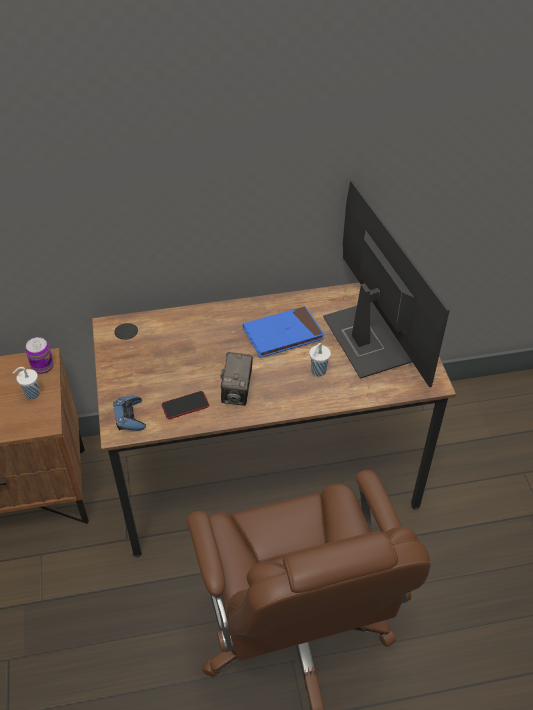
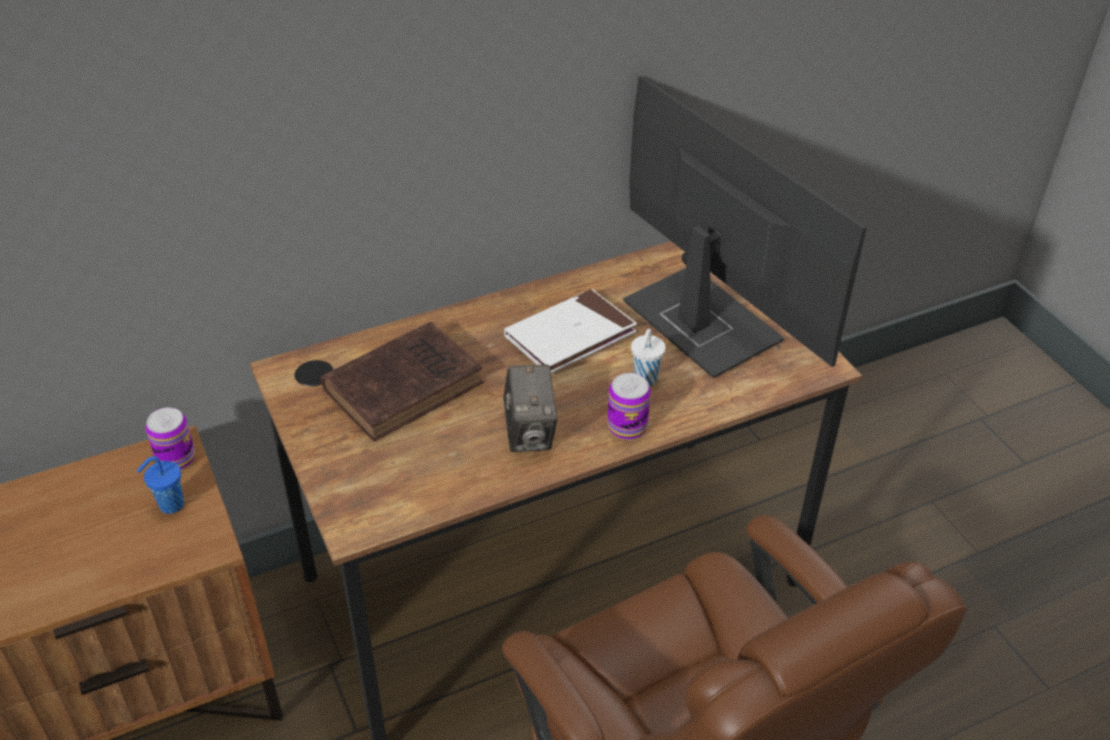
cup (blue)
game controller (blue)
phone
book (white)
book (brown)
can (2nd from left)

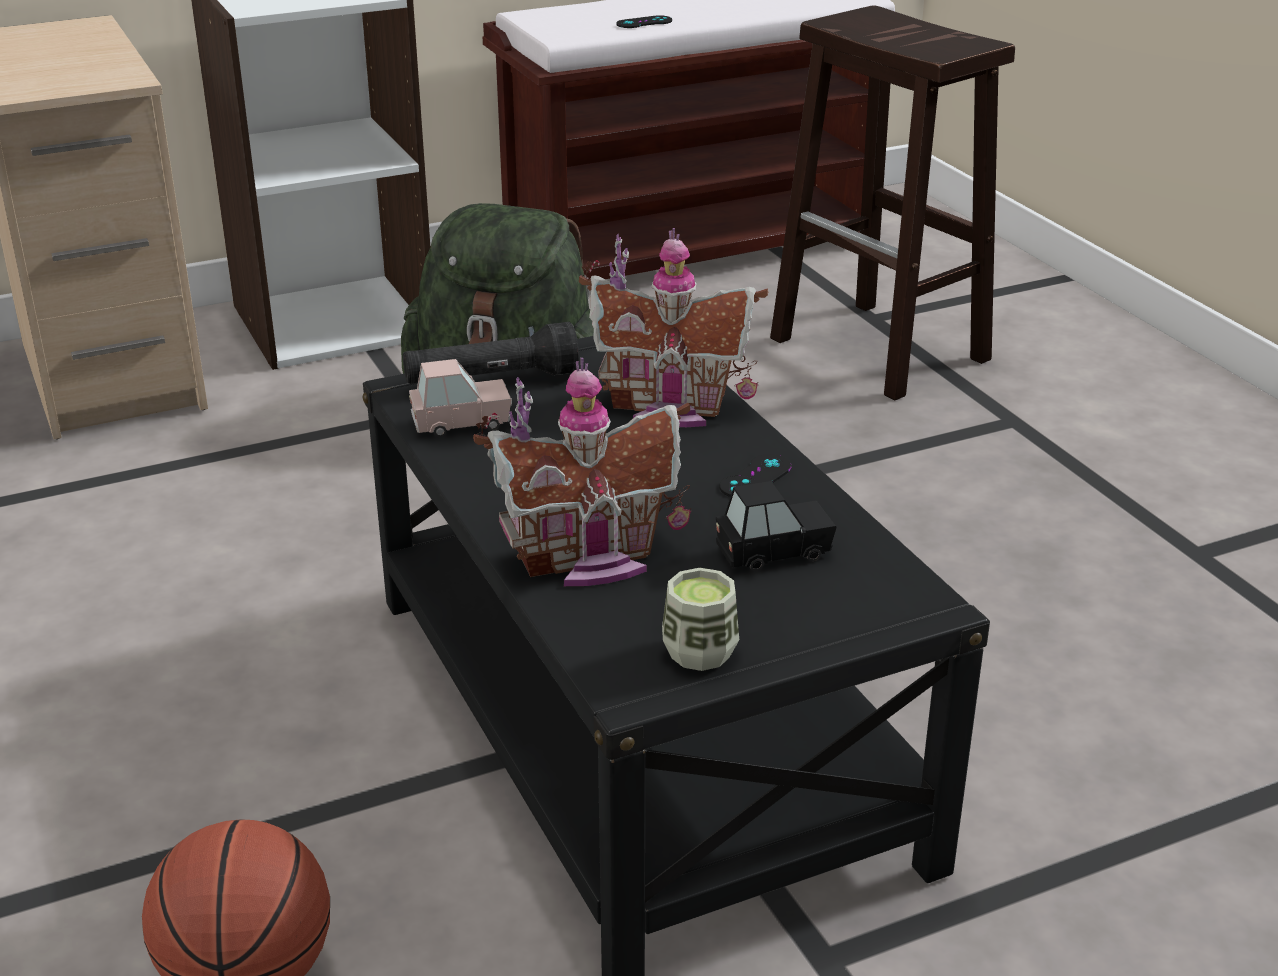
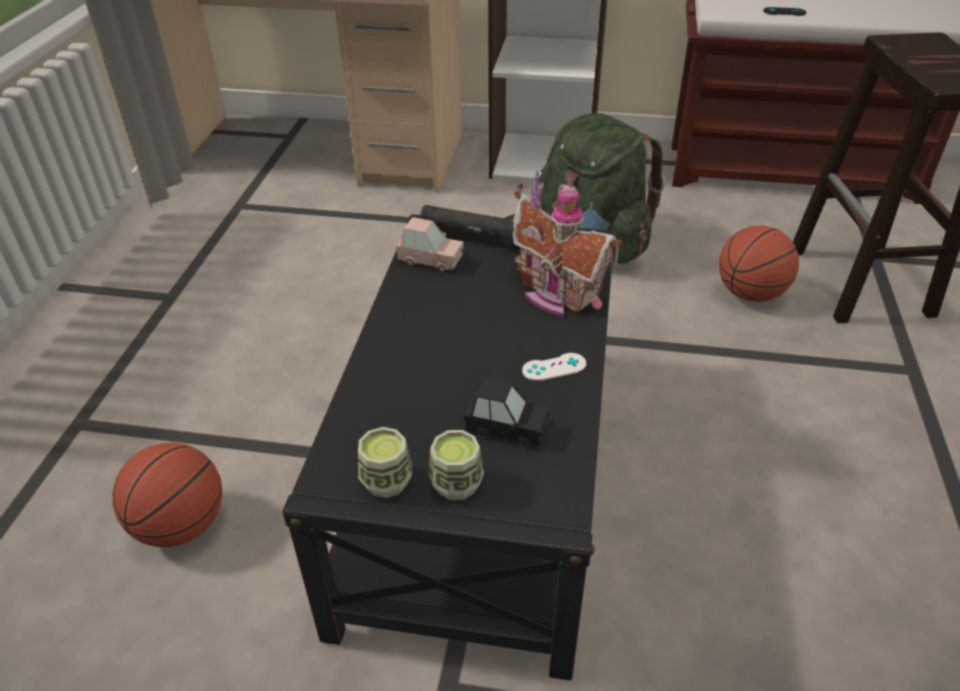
toy house (1st from left in the first image)
game controller (white)
cup (2nd from left)
basketball (2nd from left)

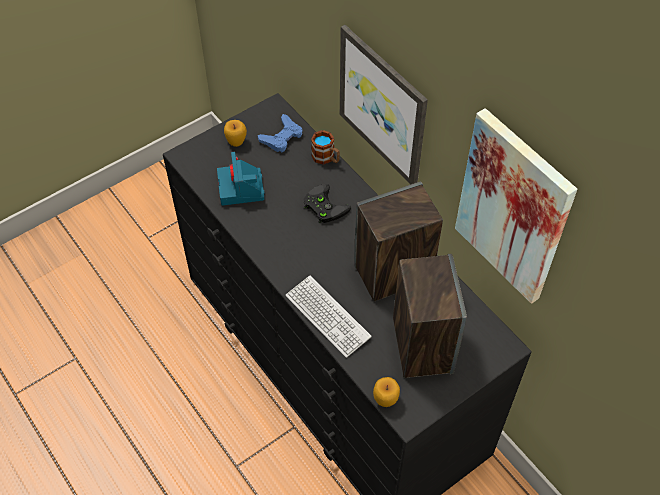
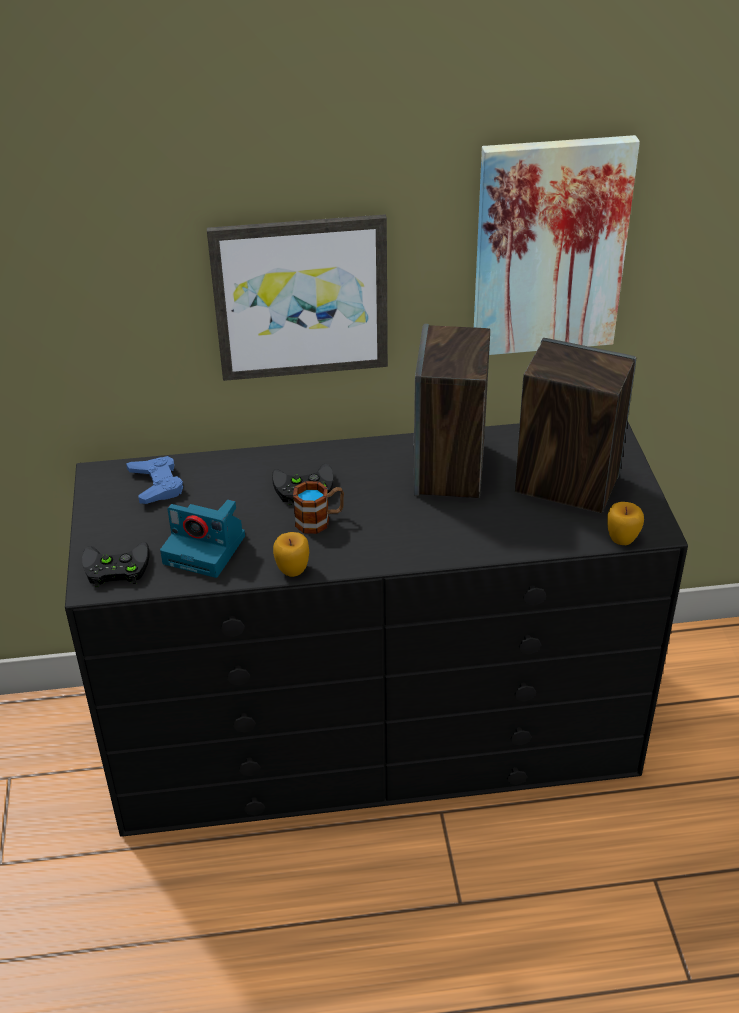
apple (1st from left)
keyboard
mug
game controller (black) (1st from left)

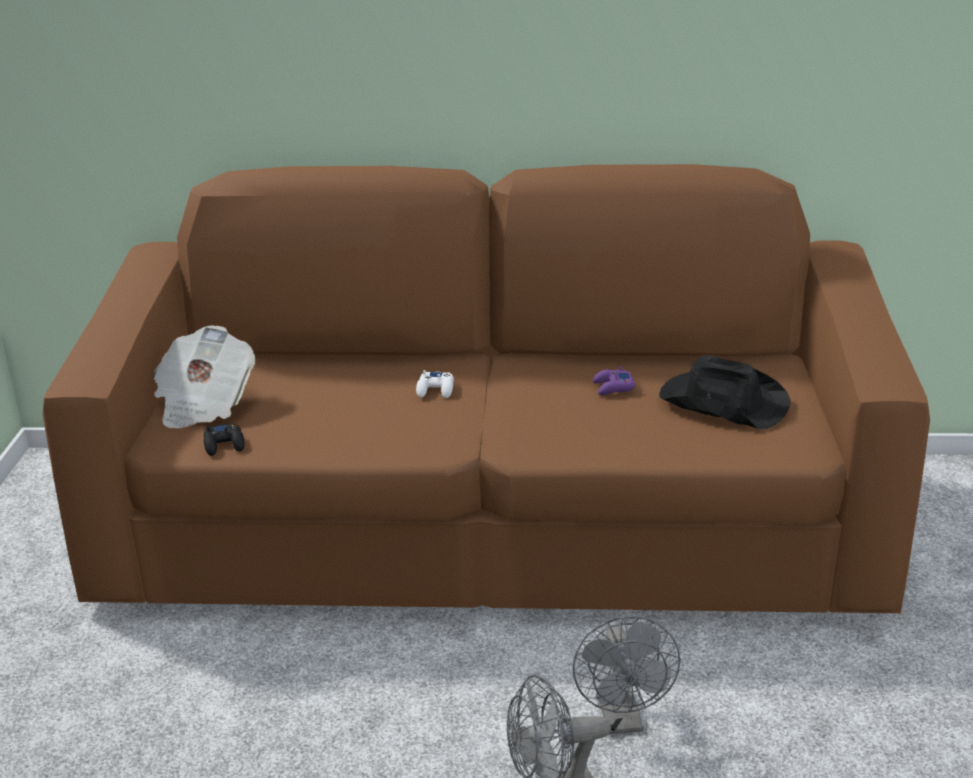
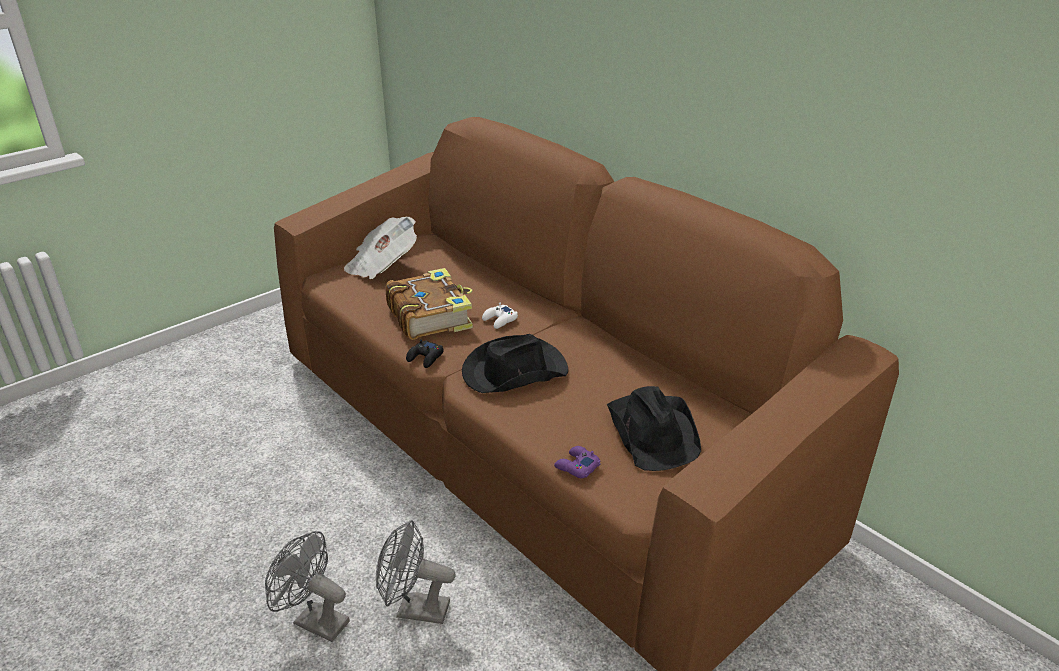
game controller (black)
fan (grey) (2nd from left)
game controller (purple)
book
hat (black) (1st from left)

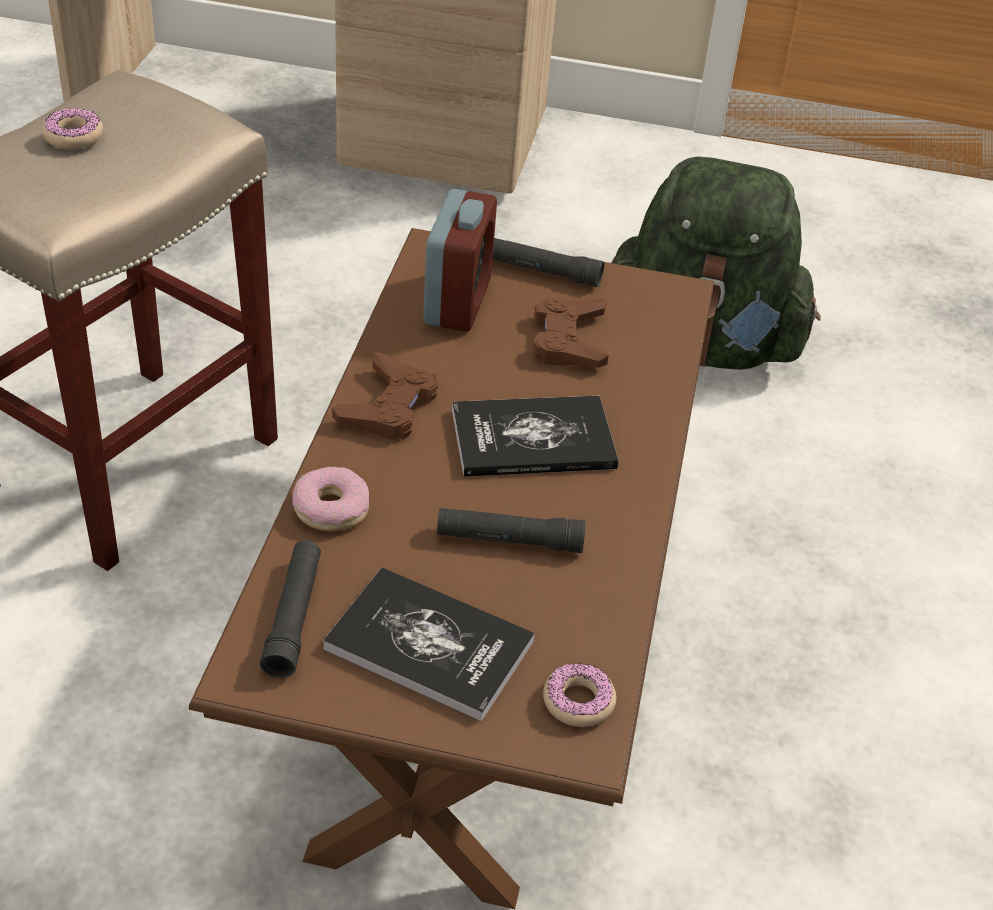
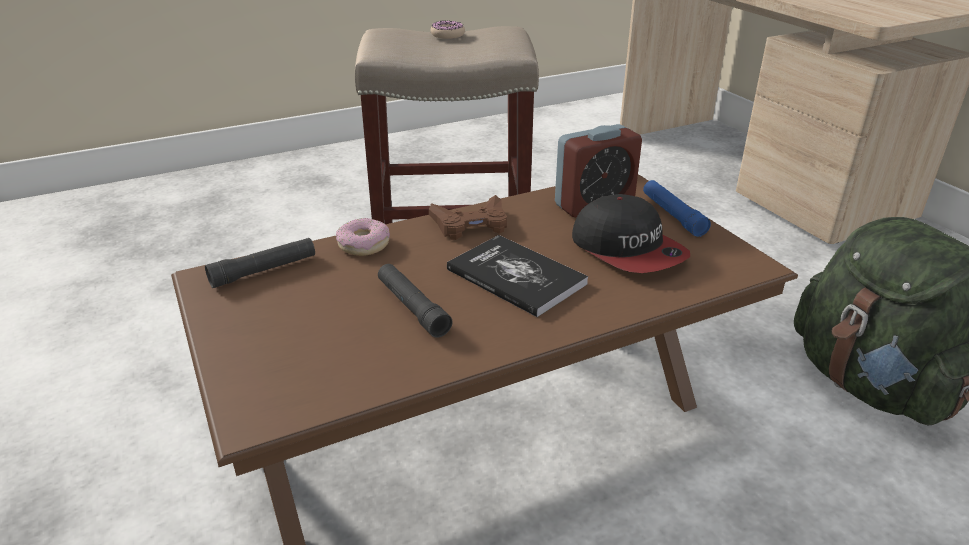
book (1st from left in the first image)
flashlight (blue)
cap
donut (3rd from left in the first image)

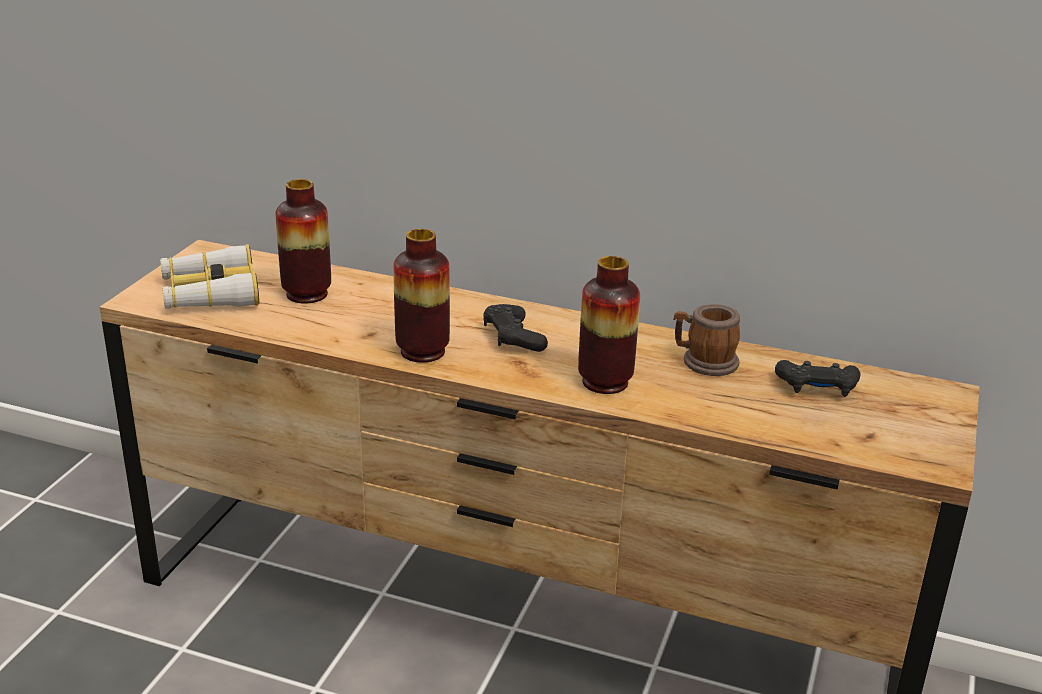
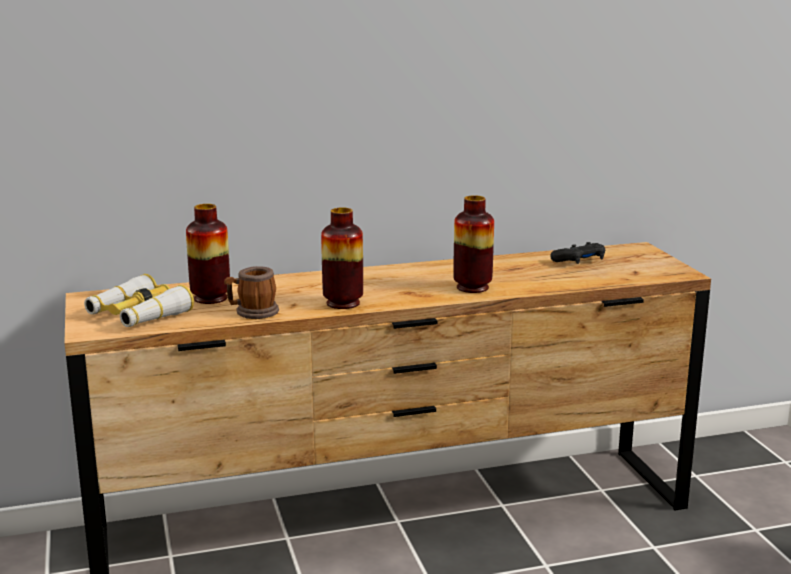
game controller (black) (1st from left in the first image)
mug

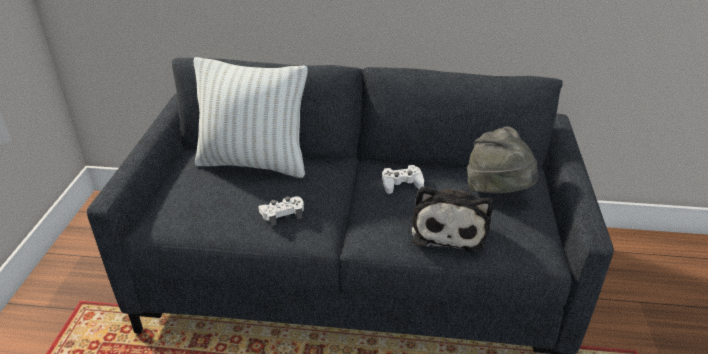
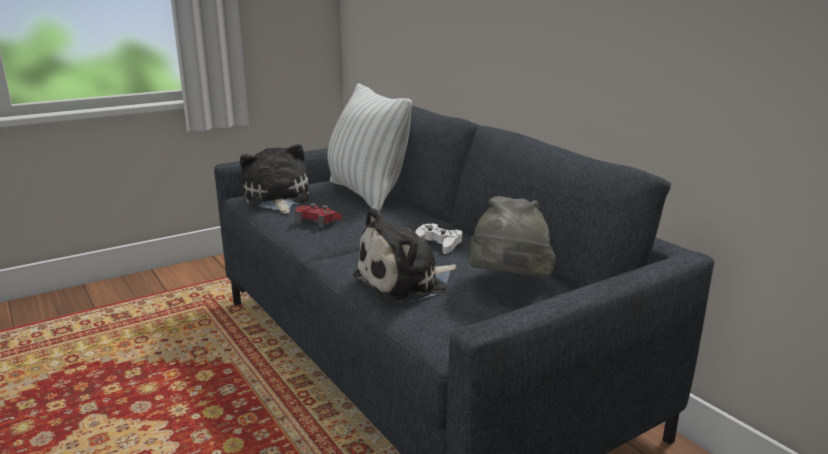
game controller (red)
plush toy (1st from left)

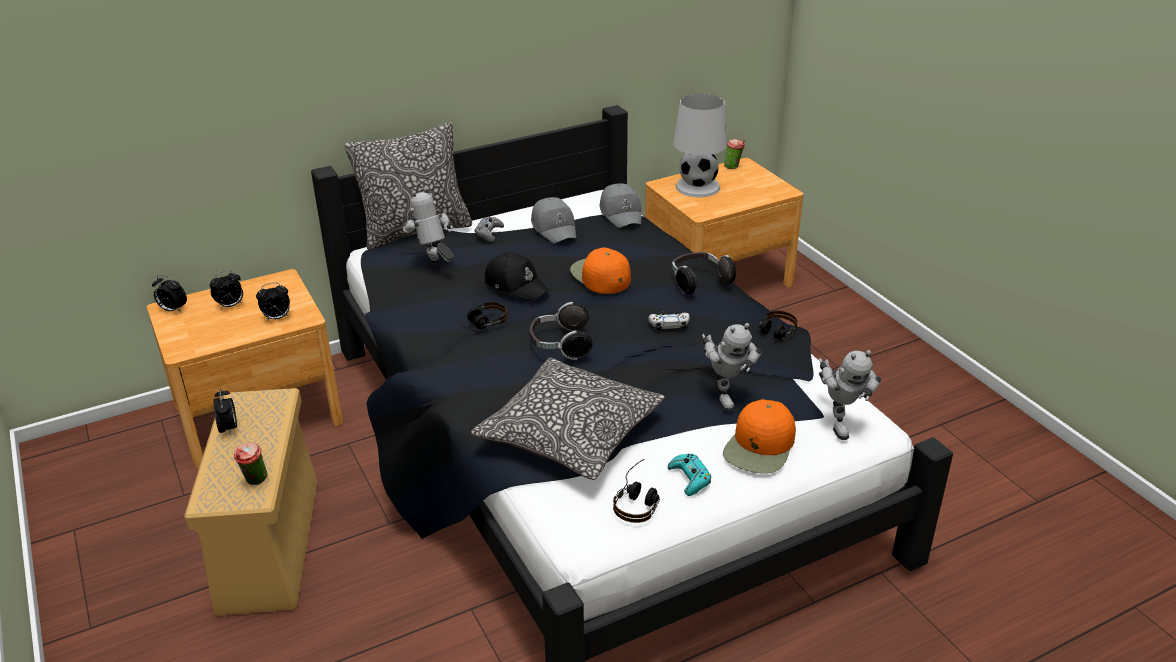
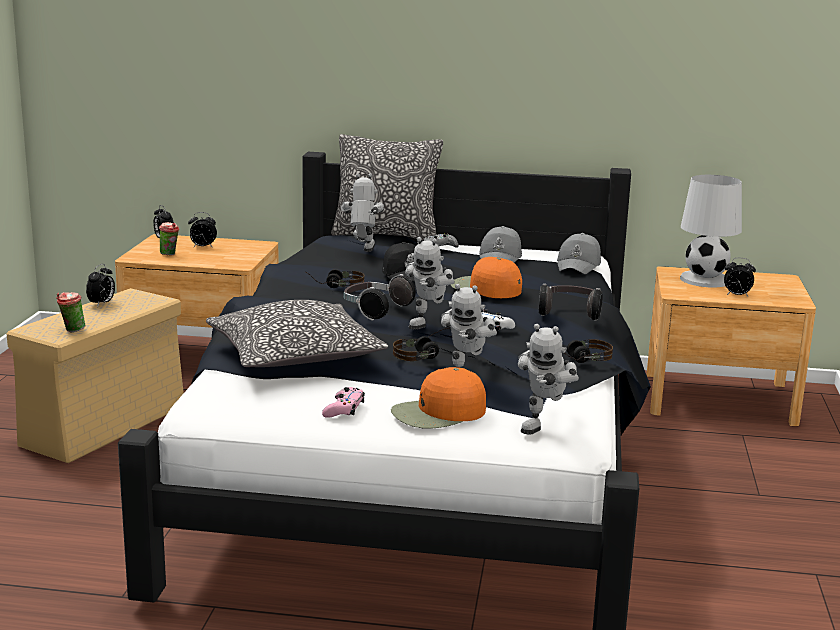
alarm clock (4th from left)
cap (orange) (2nd from left)
headphones (3rd from left)
game controller (pink)
cup (2nd from left)
toy robot (2nd from left)

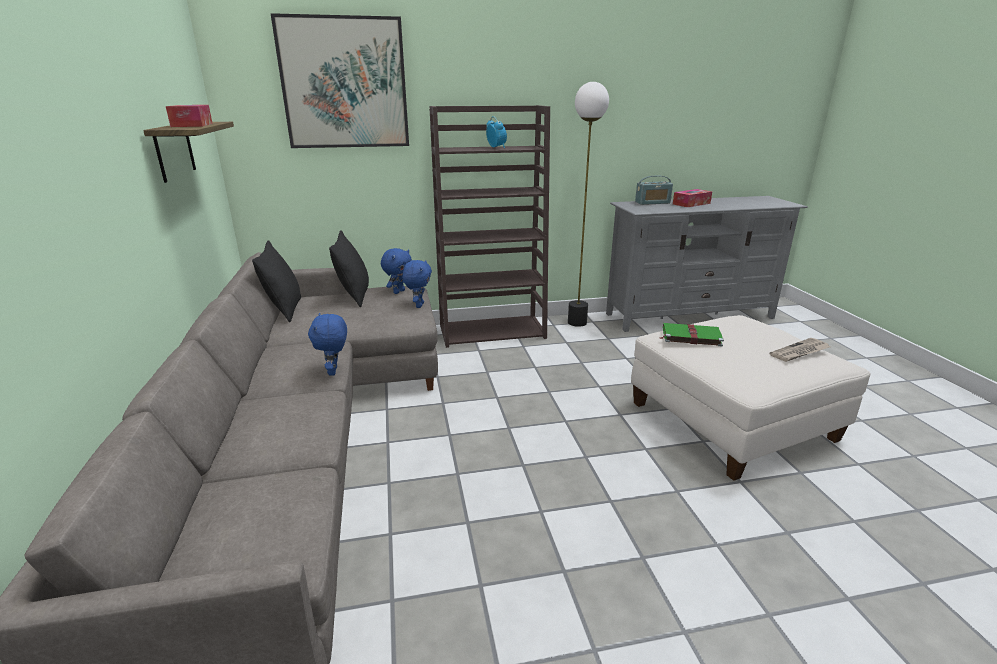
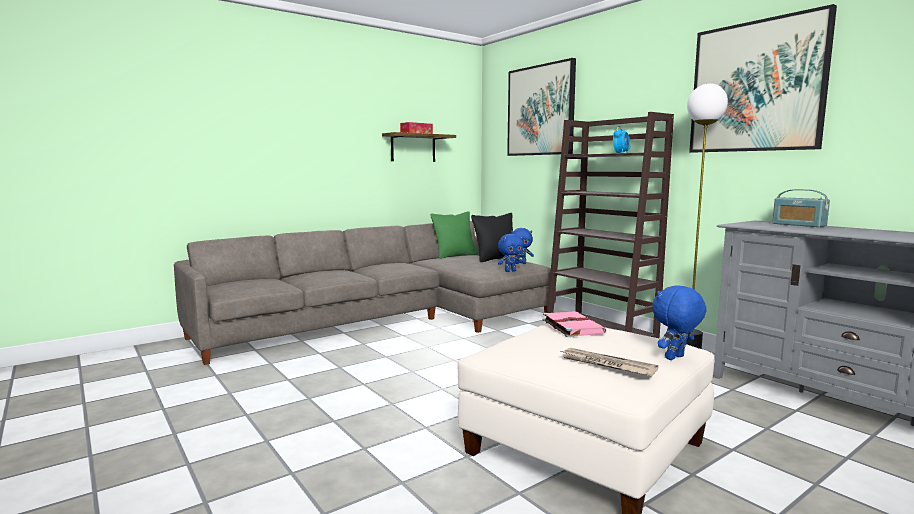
pillow (green)
plush toy (blue) (3rd from left)
book (pink)
tissue box (2nd from left in the first image)
picture (2nd from left)

